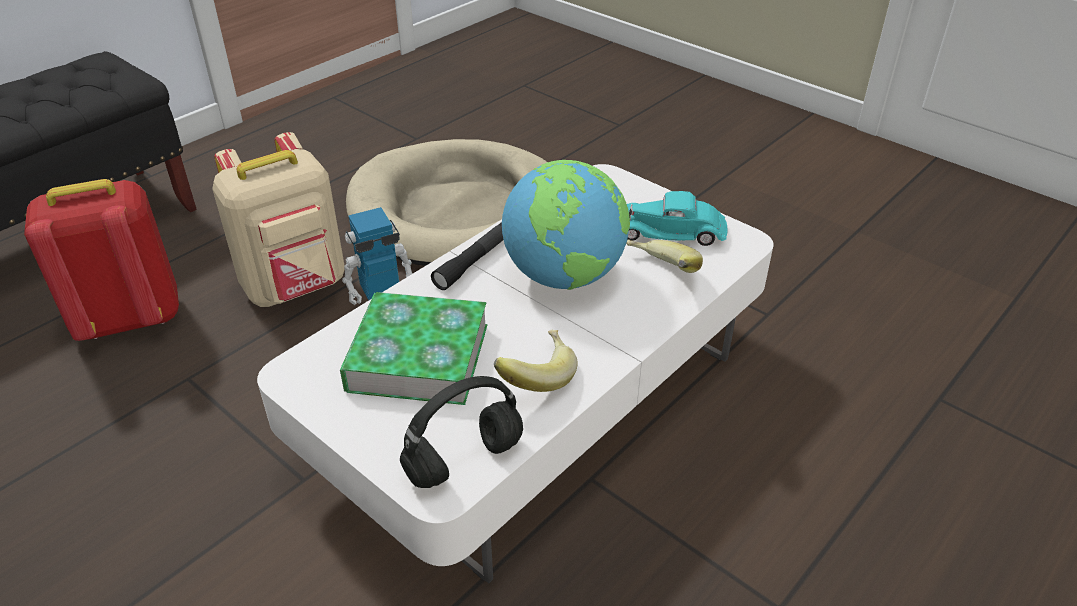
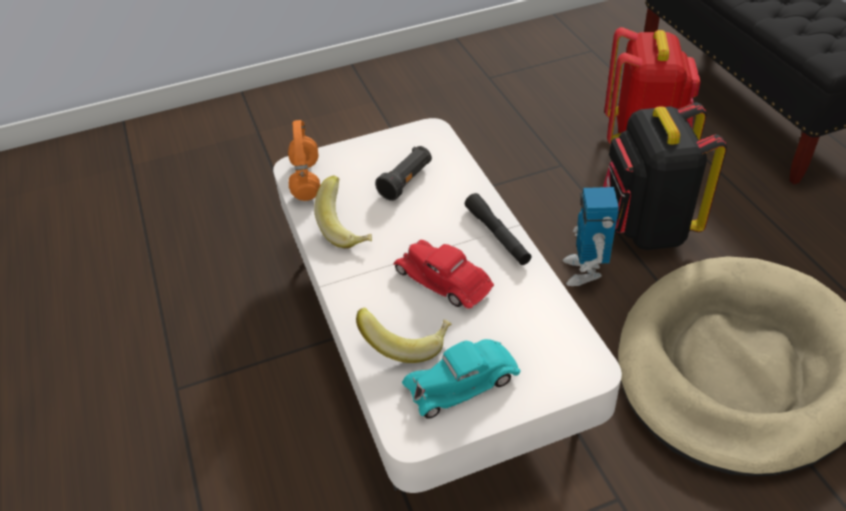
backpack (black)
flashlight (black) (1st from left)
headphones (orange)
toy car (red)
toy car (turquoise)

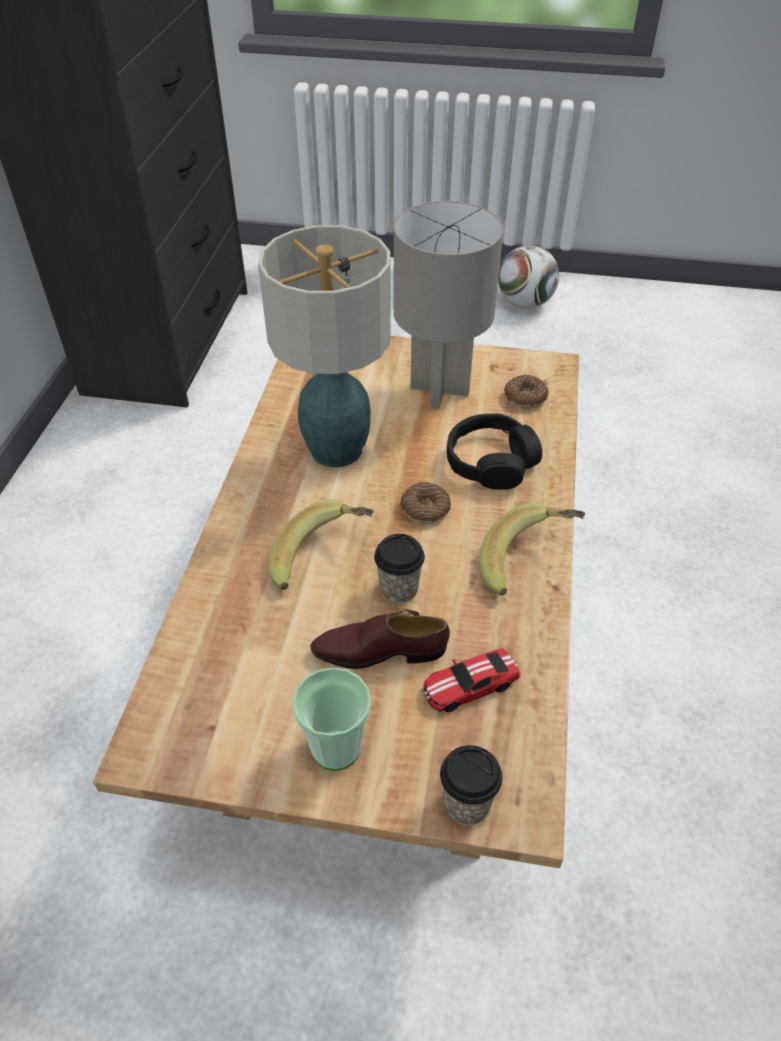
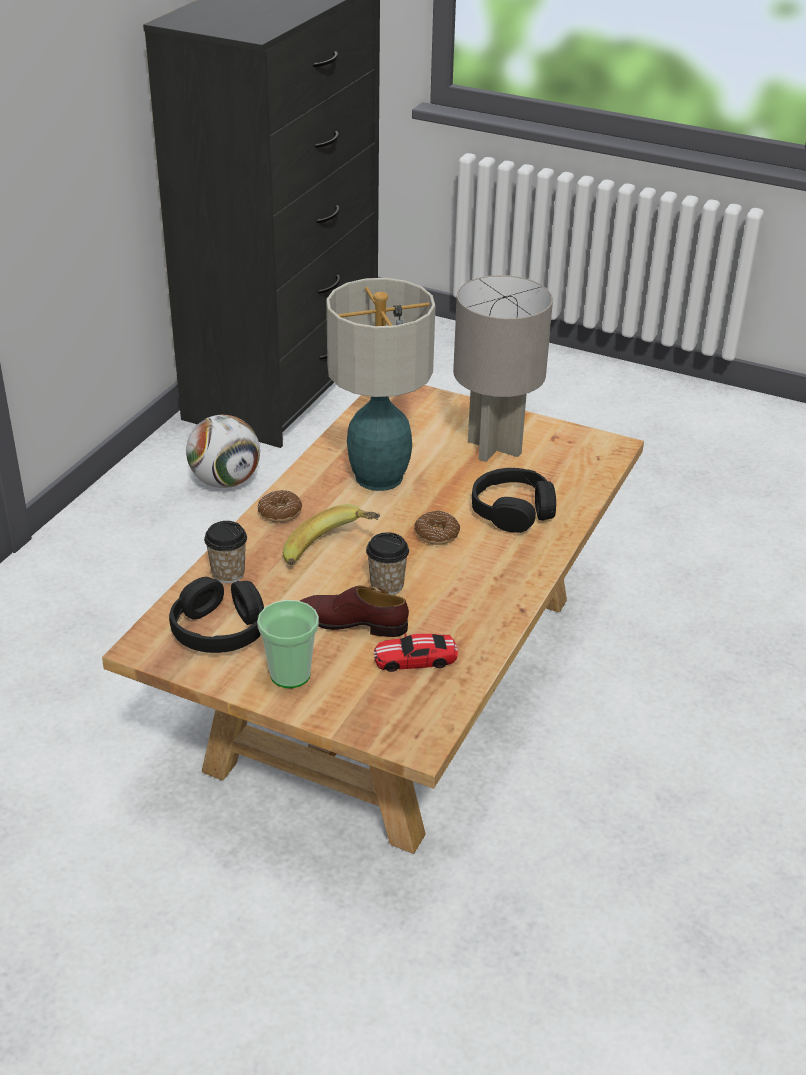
cup (1st from left)
banana (2nd from left in the first image)
football
donut (1st from left)
headphones (black) (1st from left)

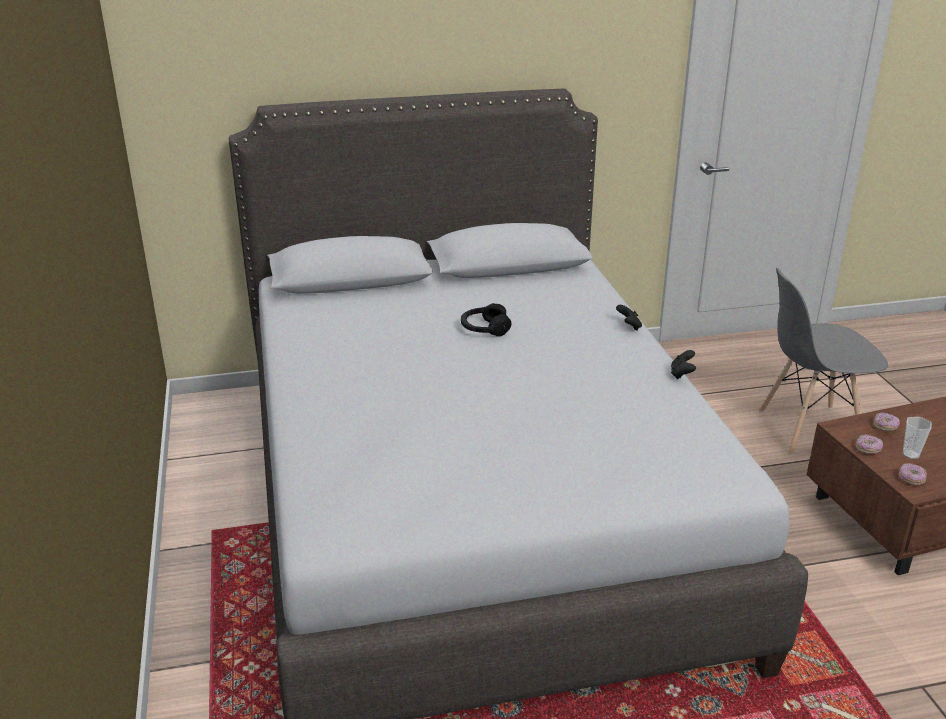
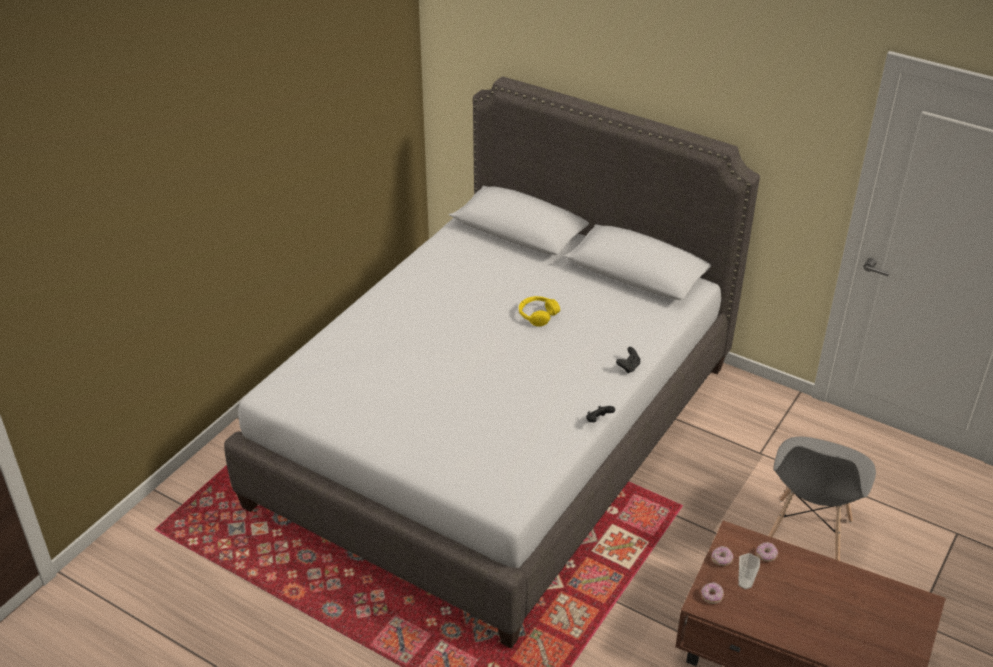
headphones (yellow)
chair (grey)

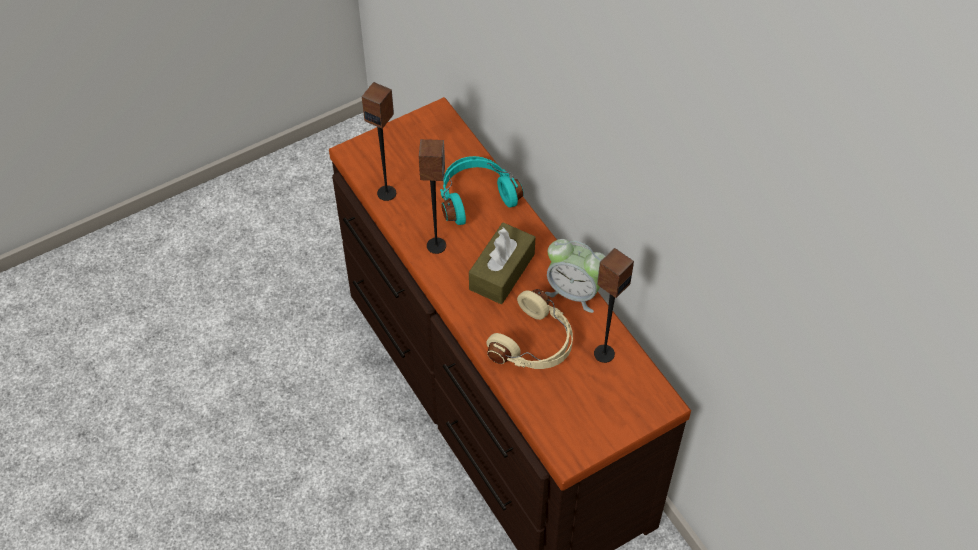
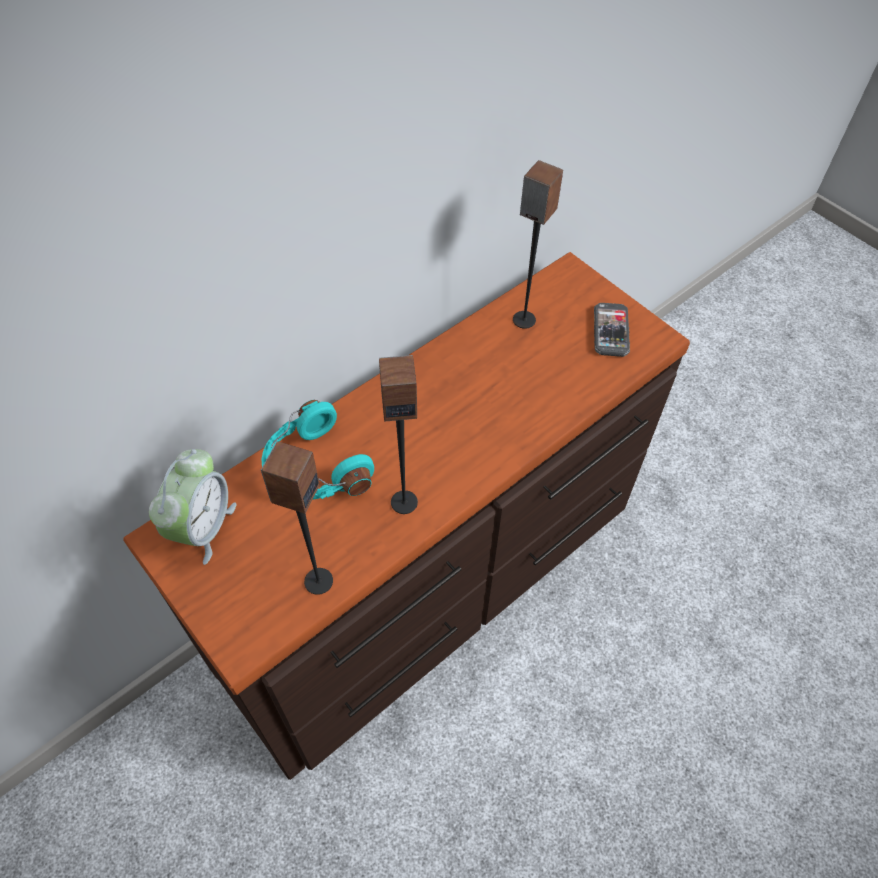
tissue box (brown)
headphones (beige)
alarm clock
phone

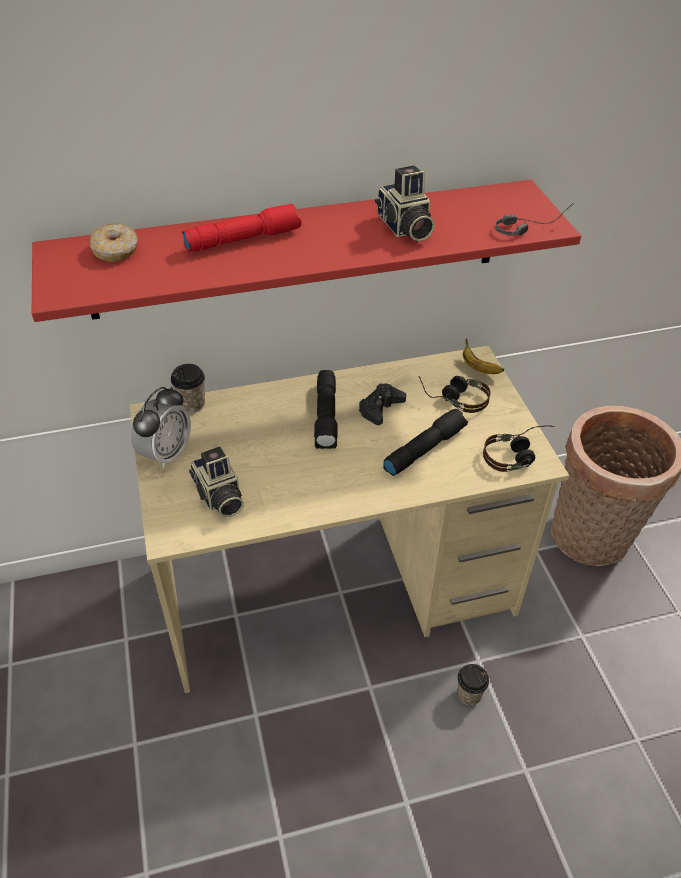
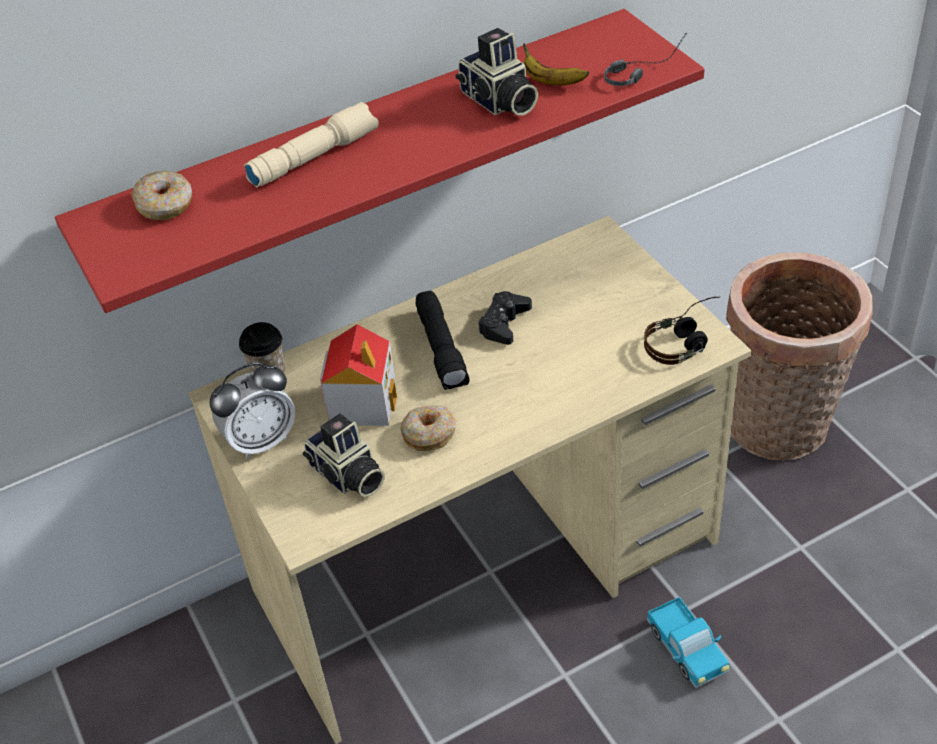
alarm clock
flashlight (beige)
flashlight (black) (2nd from left in the first image)
headphones (1st from left in the first image)
toy truck
banana
toy house
donut (2nd from left)

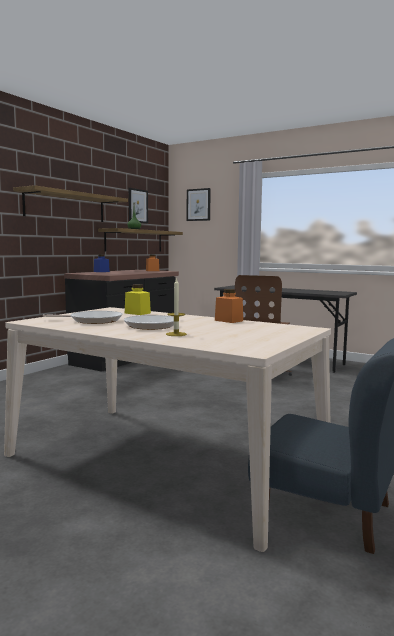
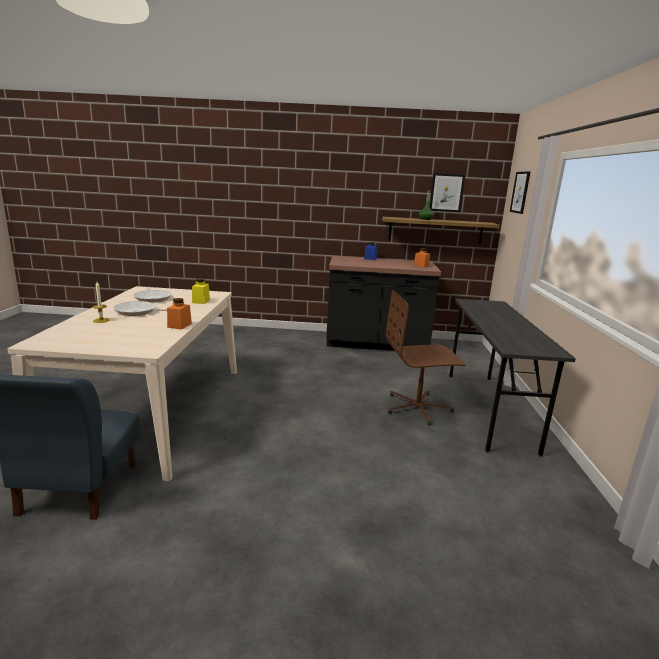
shelf (1st from left in the first image)

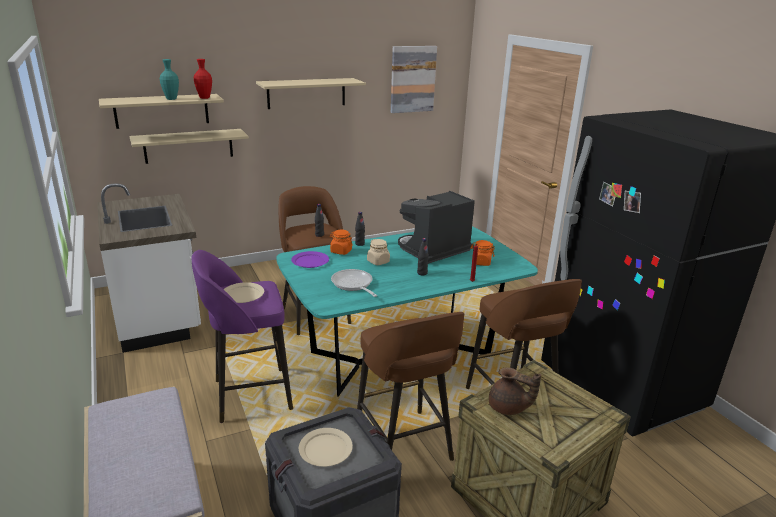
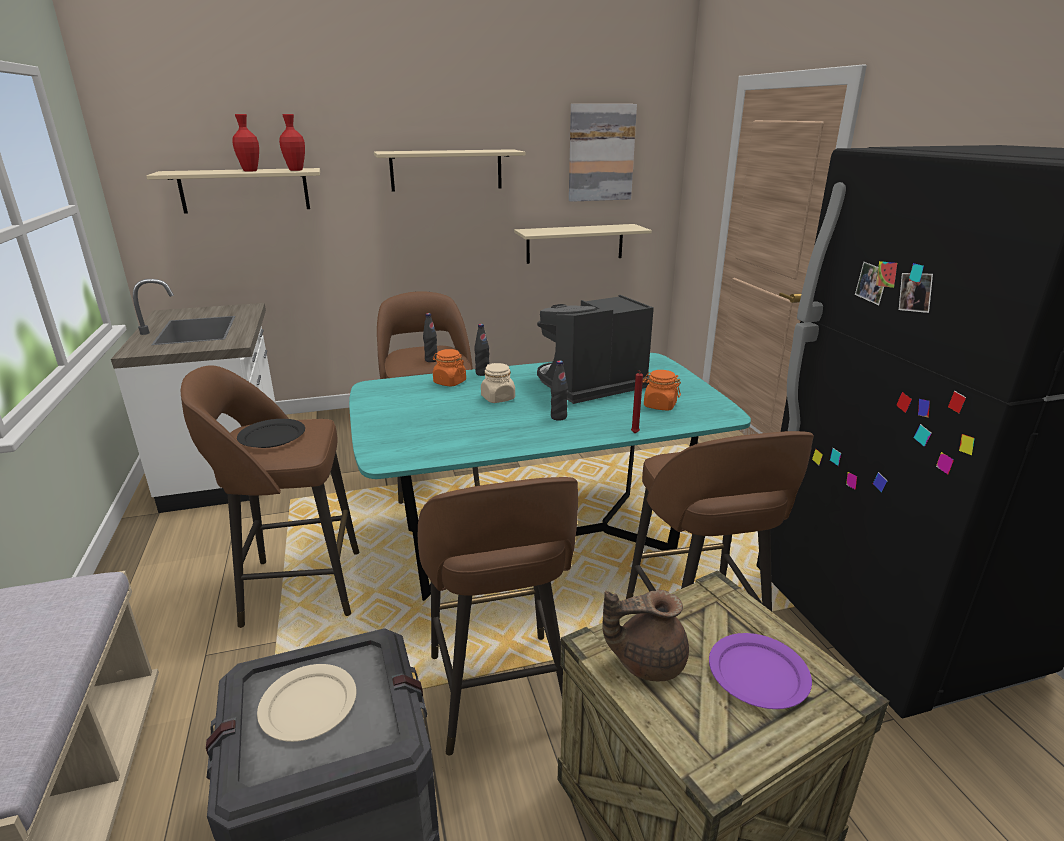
shelf (beige) (3rd from left)
vase (red) (1st from left)
stool (brown) (1st from left)
plate (black)
plate (purple)
frying pan
teapot (brown)

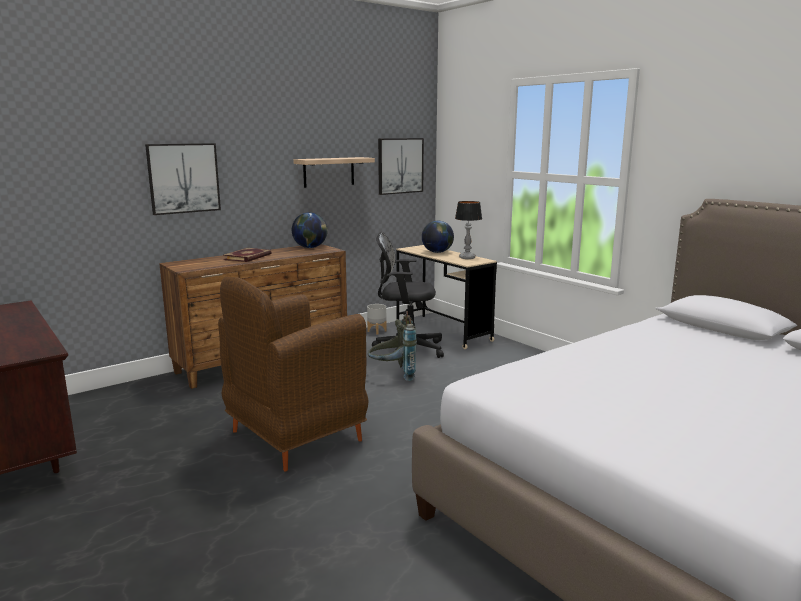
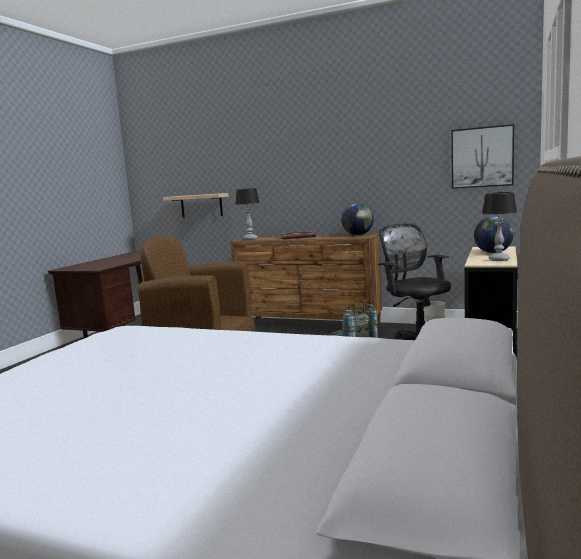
picture (1st from left in the first image)
shelf
table lamp (1st from left)

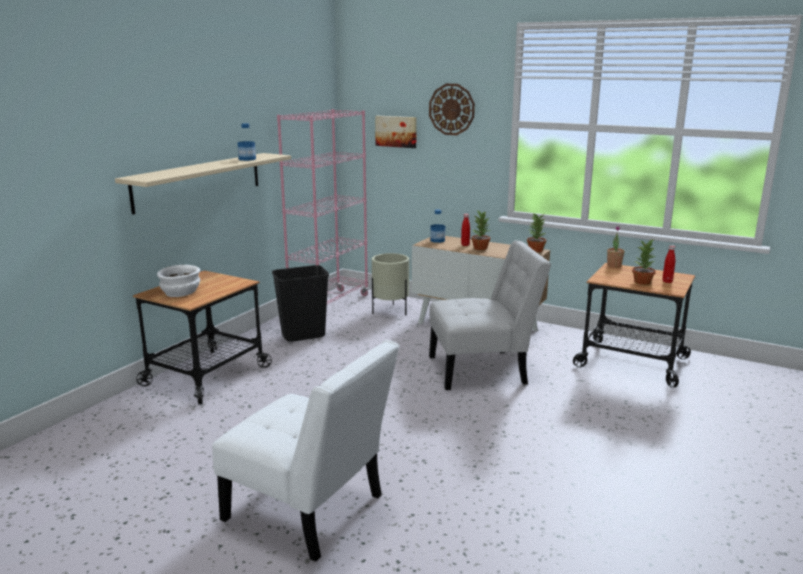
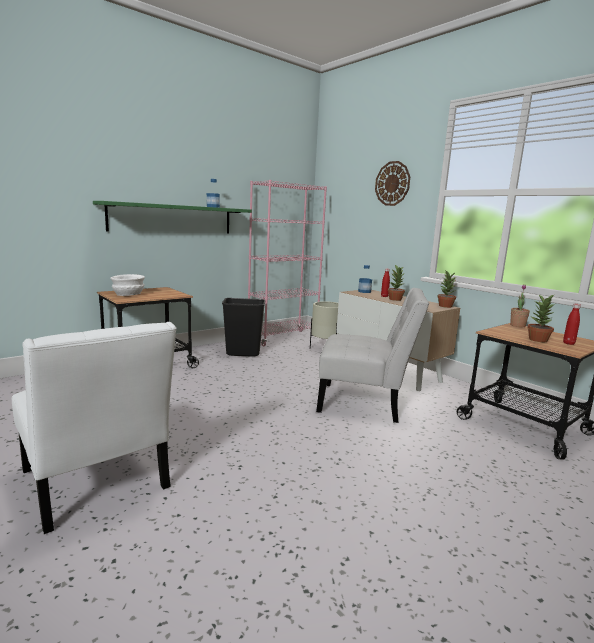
shelf (green)
picture

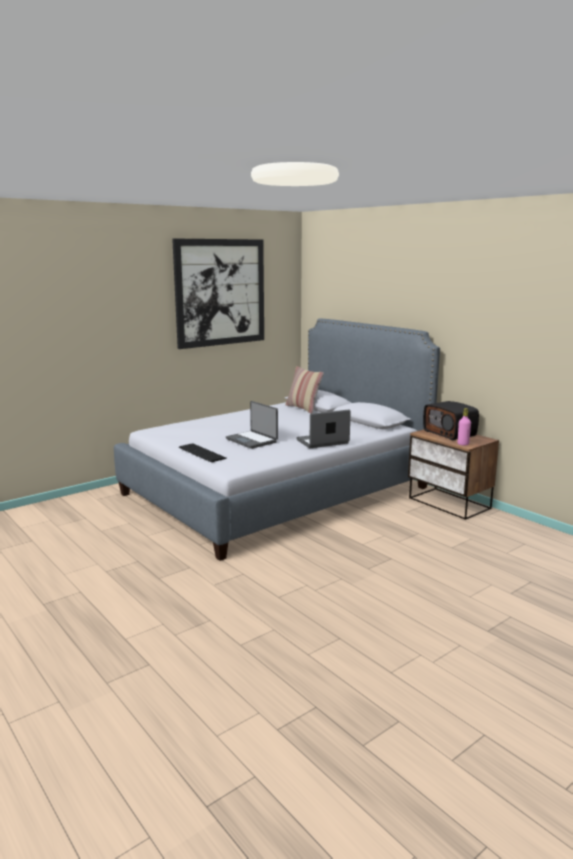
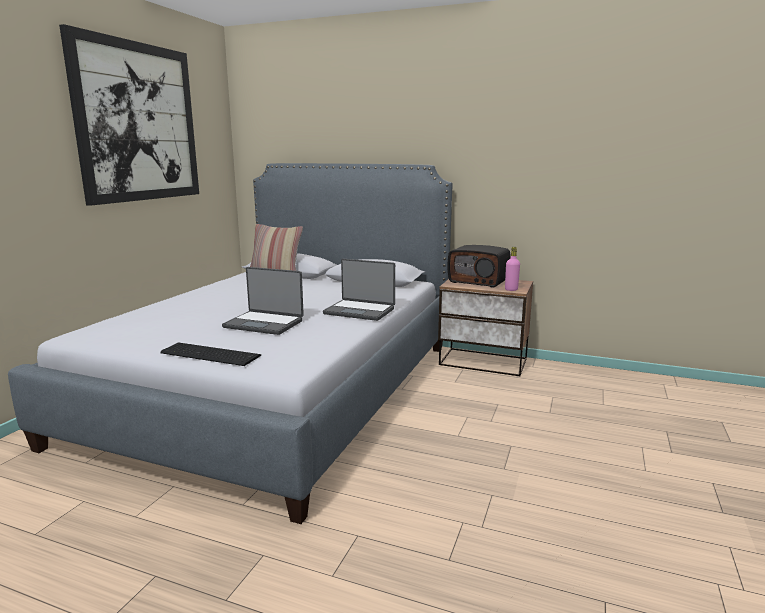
laptop (2nd from left)

